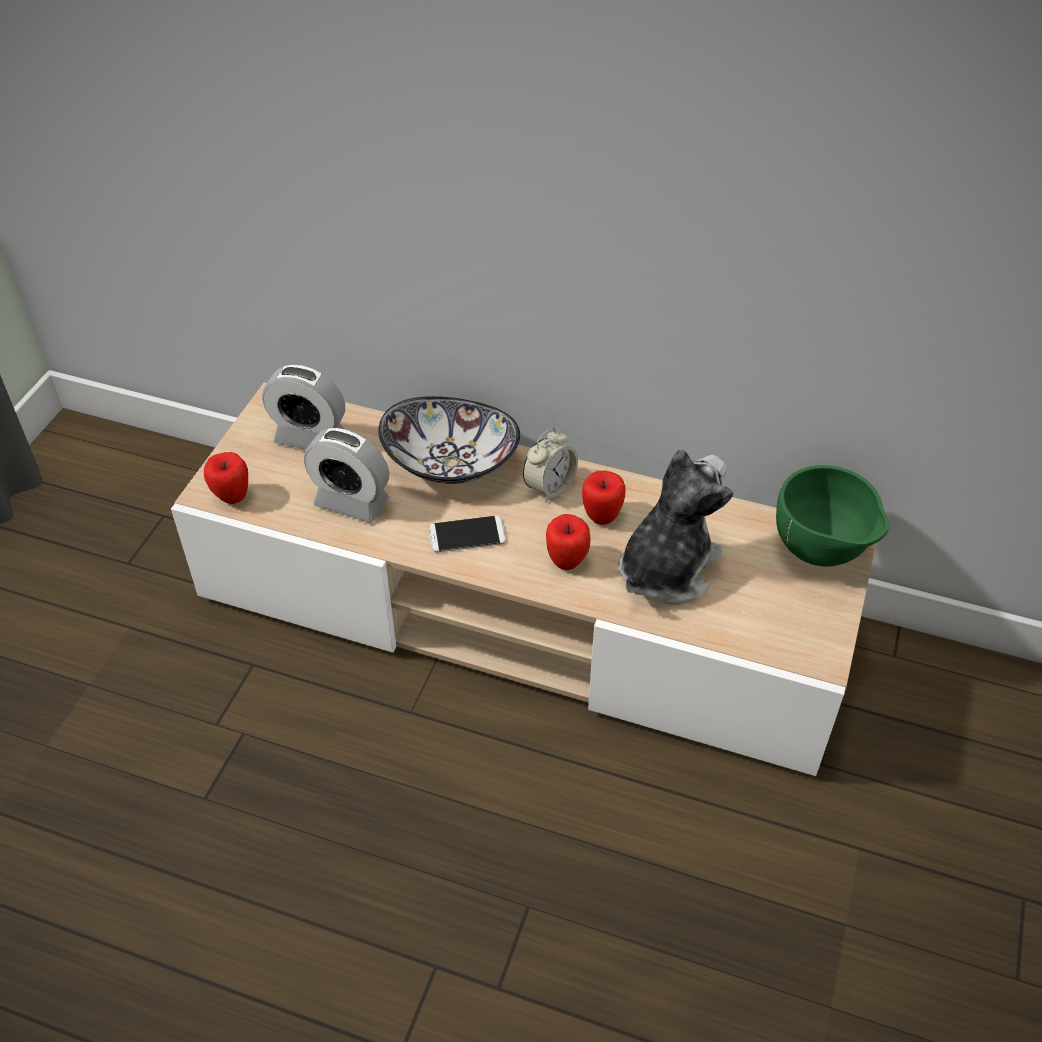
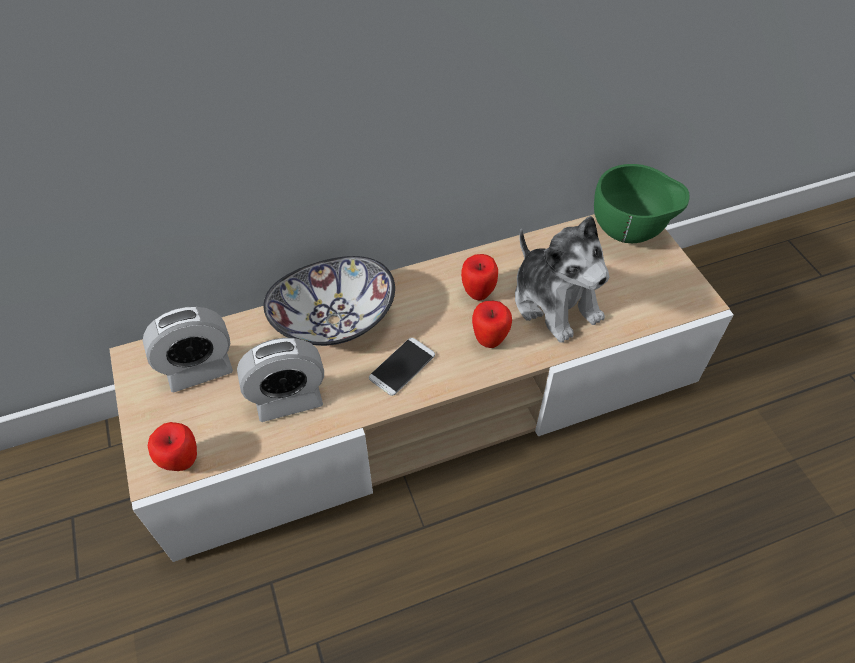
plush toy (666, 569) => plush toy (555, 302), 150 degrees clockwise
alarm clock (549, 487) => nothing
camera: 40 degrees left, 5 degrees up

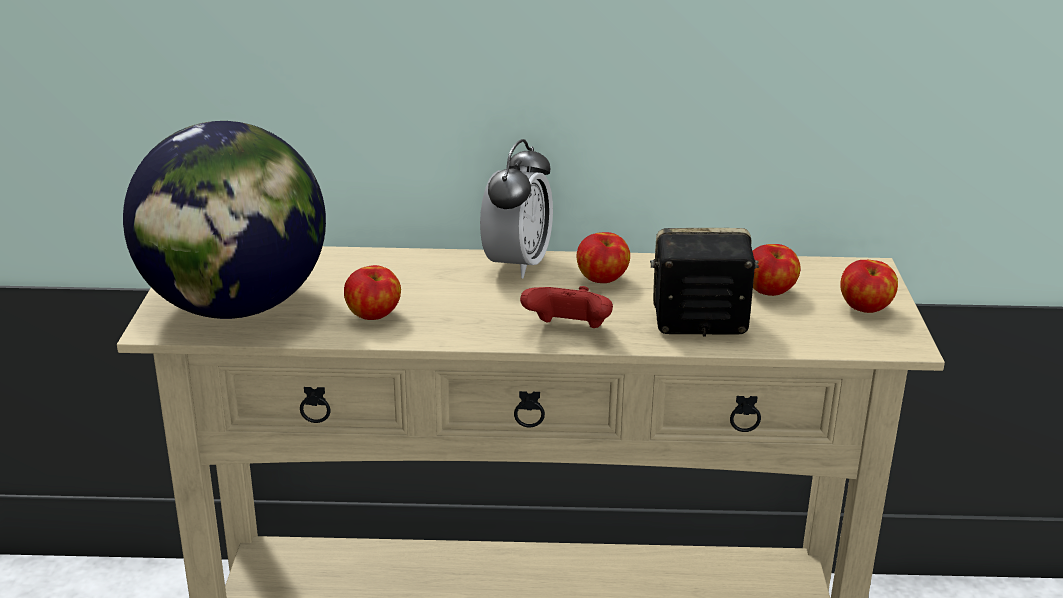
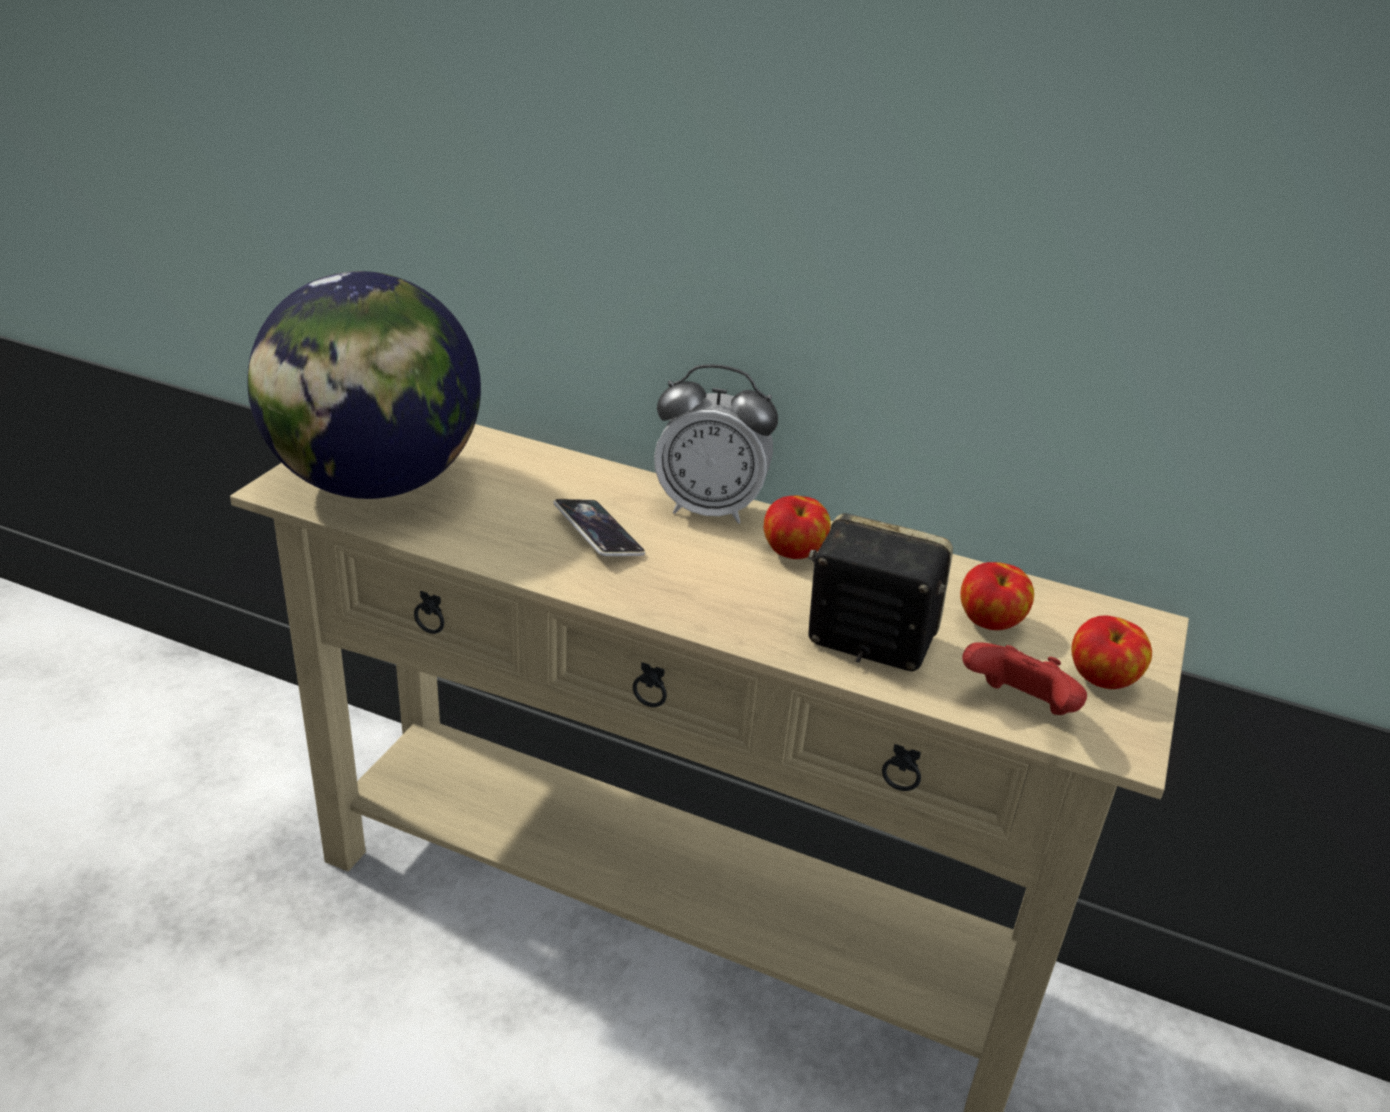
nothing => phone (598, 534)
alarm clock (517, 264) => alarm clock (709, 509), 60 degrees clockwise
game controller (red-coloured) (568, 331) => game controller (red-coloured) (1019, 708), move
apple (374, 316) => nothing
camera: 20 degrees right, 5 degrees up

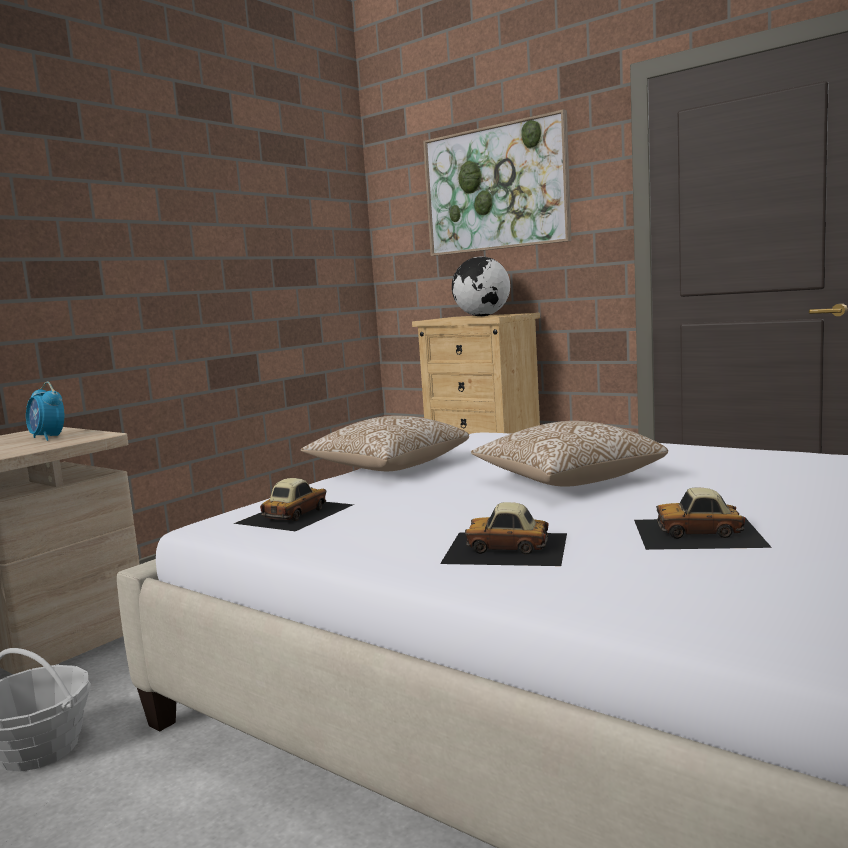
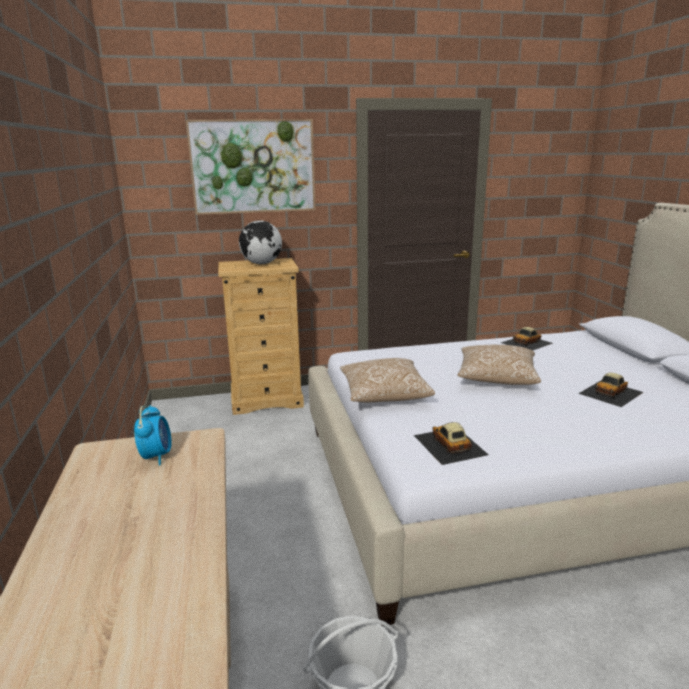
alarm clock (48, 438) => alarm clock (156, 456), 90 degrees counterclockwise
miniature car (506, 548) => miniature car (527, 343), move
camera: 50 degrees left, 10 degrees up

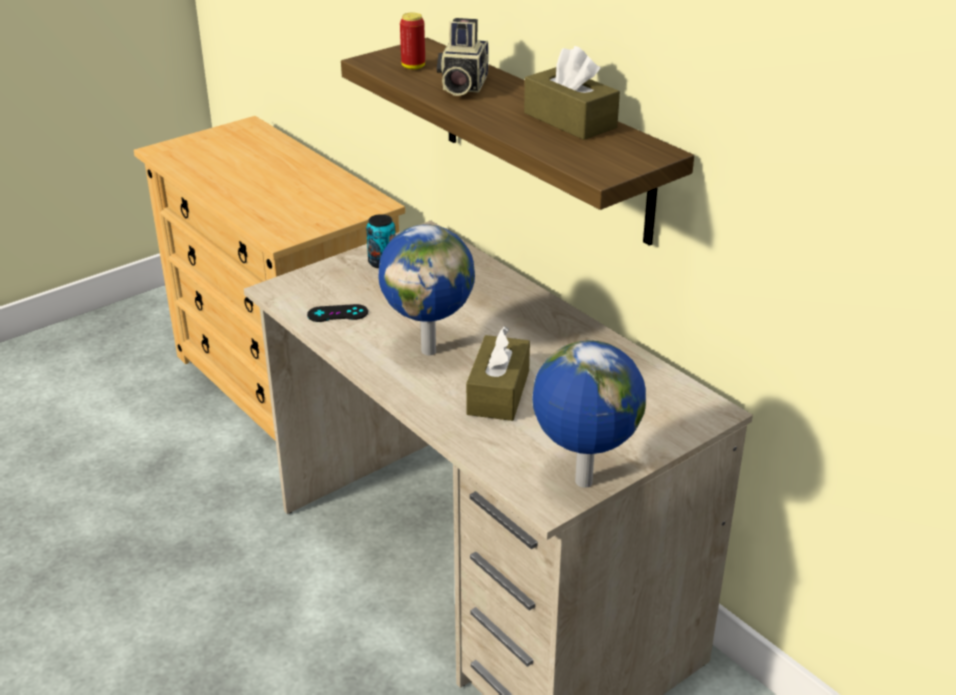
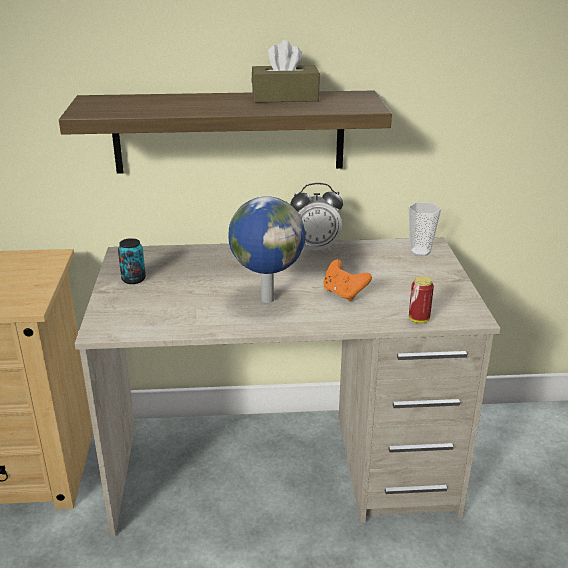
nothing => alarm clock (315, 248)
tissue box (brownish) (498, 392) => game controller (orange-coloured) (344, 293)
nothing => drinking cup (420, 251)
sealed can (413, 67) => sealed can (419, 319), move
game controller (black-coloured) (337, 313) => nothing
photo camera (461, 86) => nothing
globe (582, 483) => nothing
camera: 55 degrees left, 5 degrees down

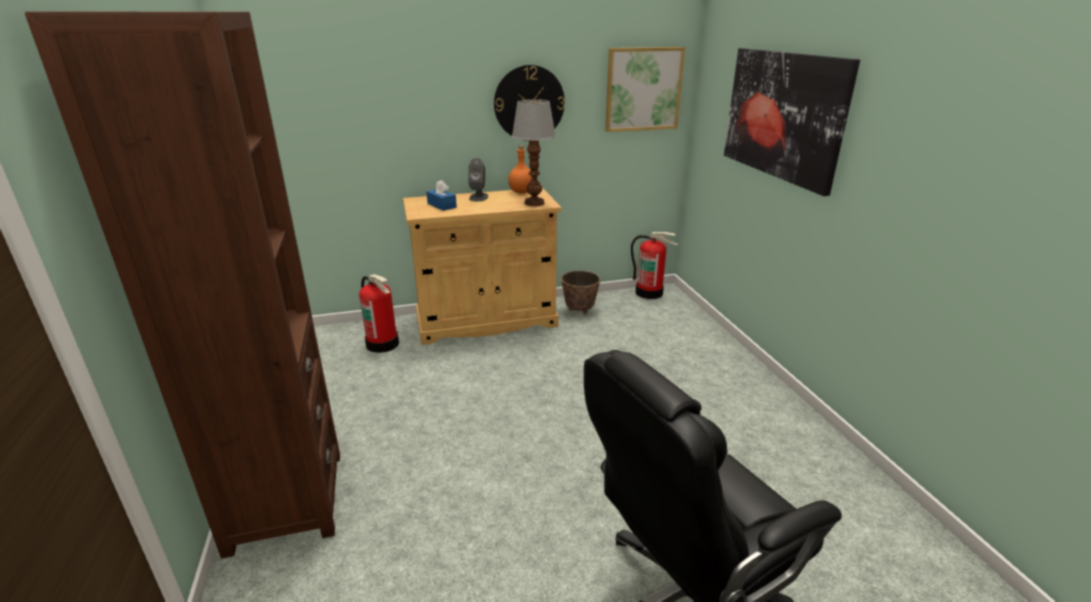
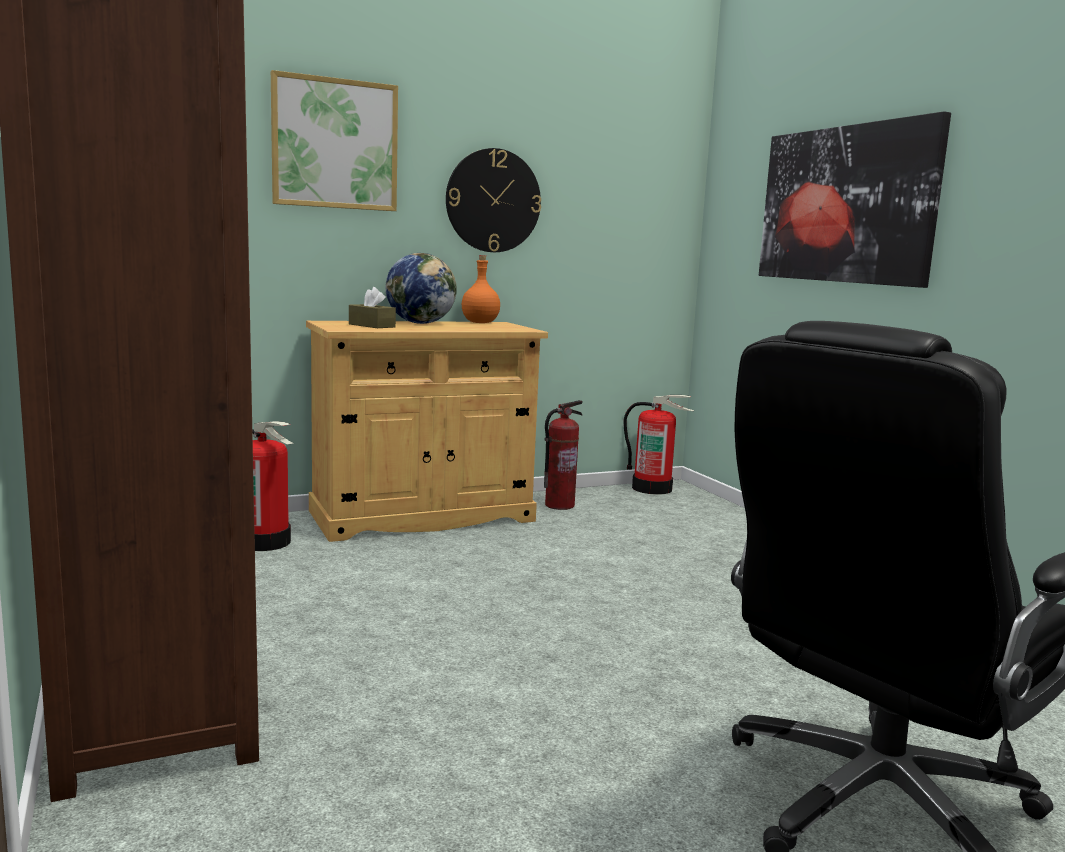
picture (643, 89) => picture (335, 144), move
tissue box (blue-coloured) (442, 205) => tissue box (brownish) (372, 325)
audio speaker (gray) (478, 197) => globe (421, 323)
planter (579, 310) => fire-fighting cylinder (559, 505)
table lamp (534, 203) => nothing
camera: 10 degrees left, 15 degrees down

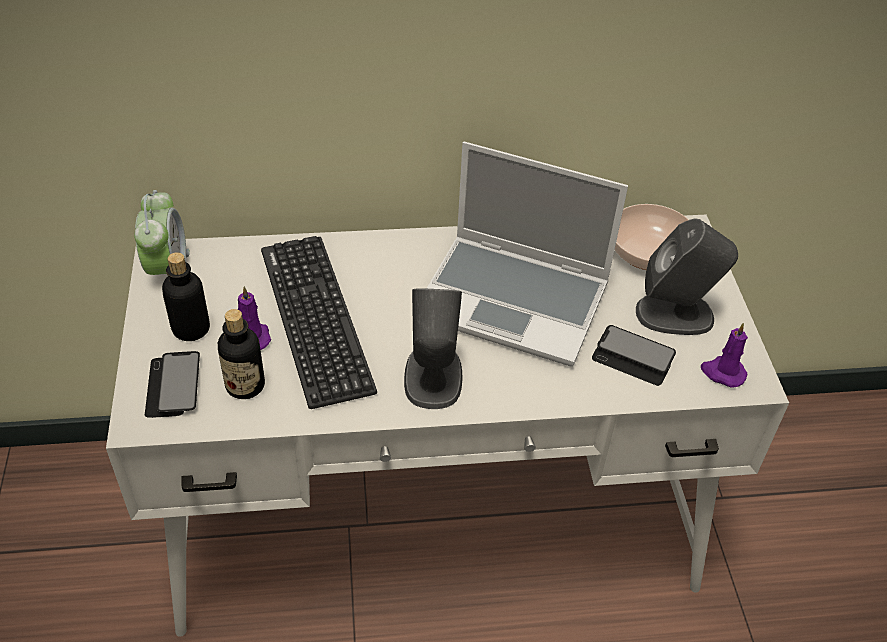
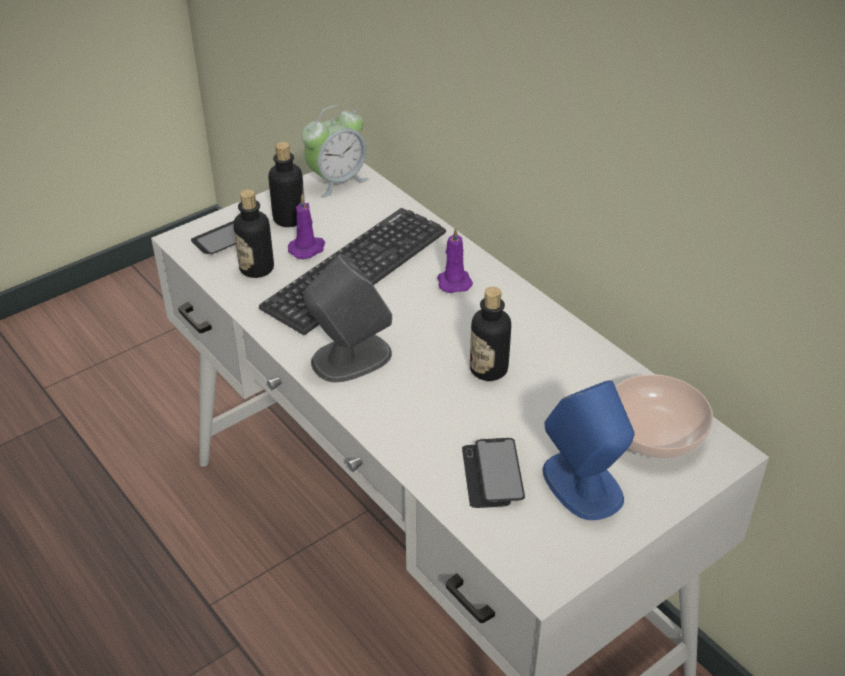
wax light (purple-coloured) (722, 373) => wax light (purple-coloured) (453, 281), move
portable computer (515, 301) => bottle (488, 369)
audio speaker (gray) (676, 314) => audio speaker (blue-coloured) (583, 485)
camera: 60 degrees right, 5 degrees down

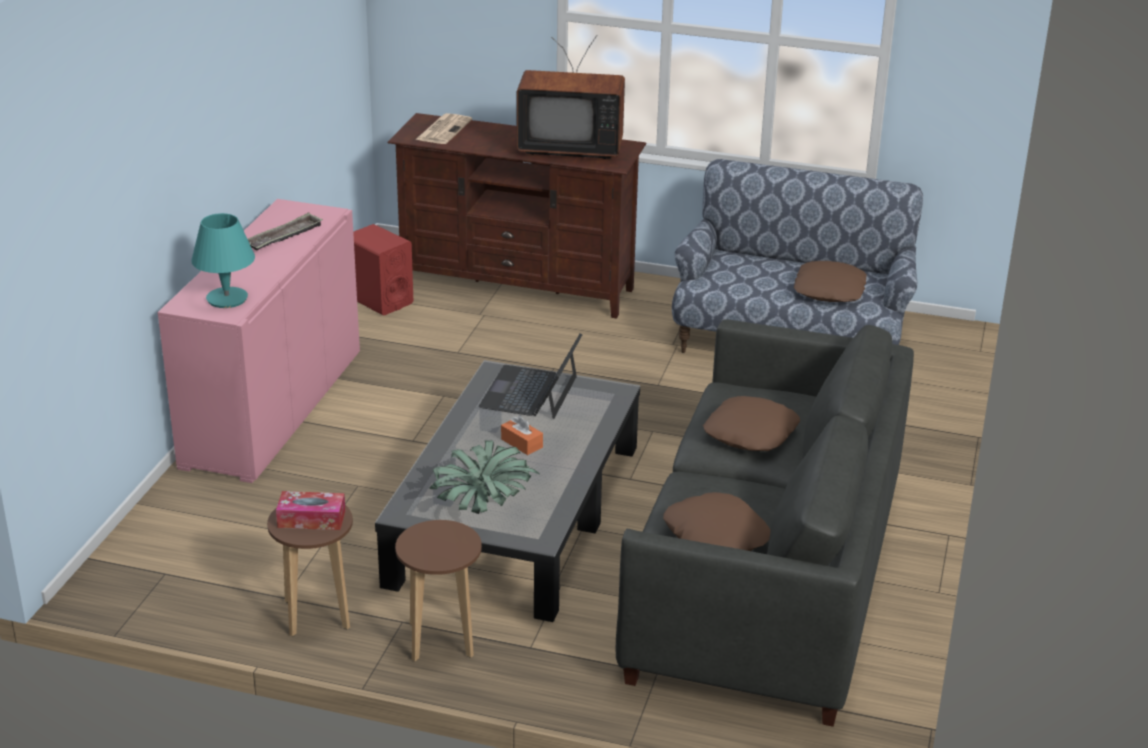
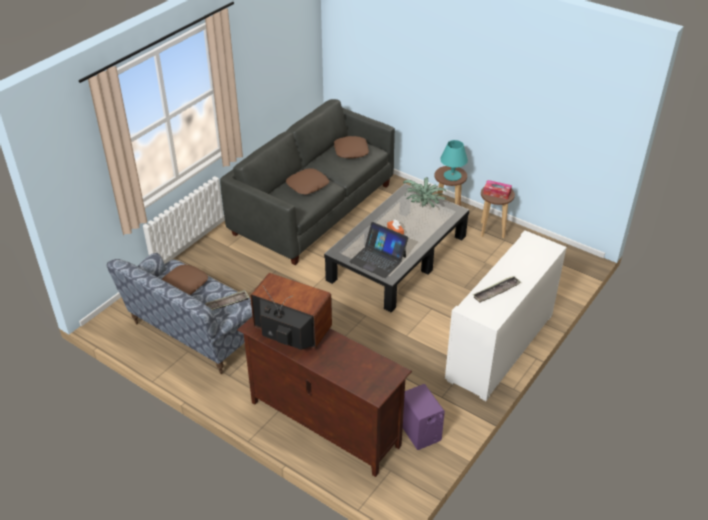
nothing => carrying tray (225, 304)
portable computer (530, 392) => portable computer (378, 259), 90 degrees clockwise
audio speaker (red-coloured) (379, 300) => audio speaker (purple-coloured) (420, 432)
table lamp (turquoise-coloured) (227, 298) => table lamp (turquoise-coloured) (452, 176), move
cabinet (pinkish) (273, 408) => cabinet (white-coloured) (500, 347)
daily paper (443, 129) => nothing
camera: 160 degrees left, 10 degrees up

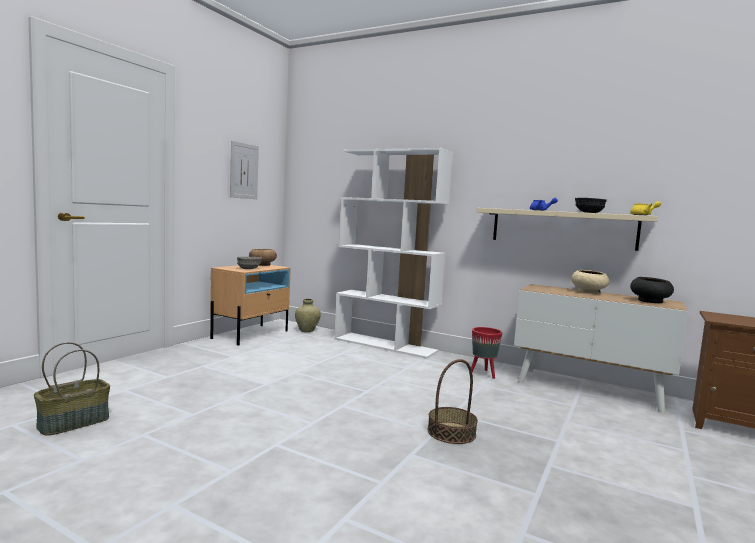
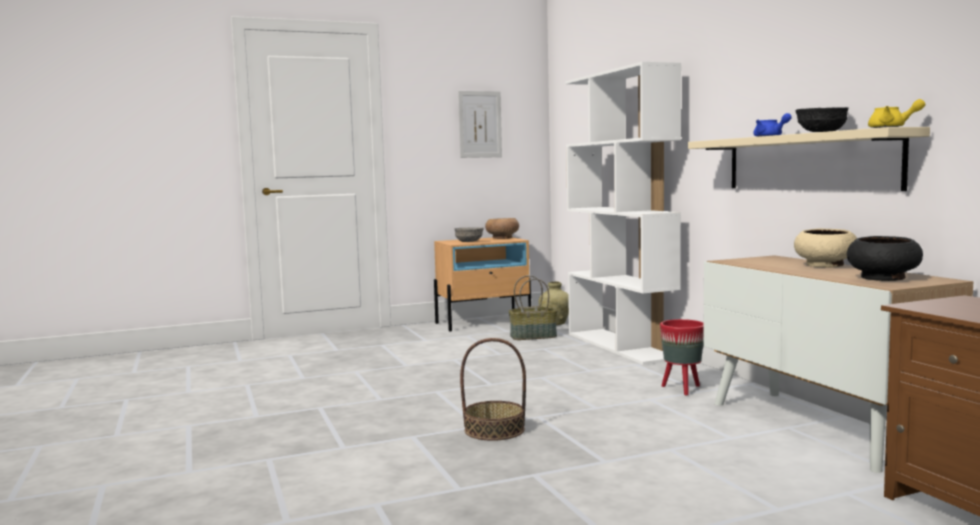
household basket (74, 422) => household basket (533, 336), move
camera: 40 degrees right, 0 degrees up

